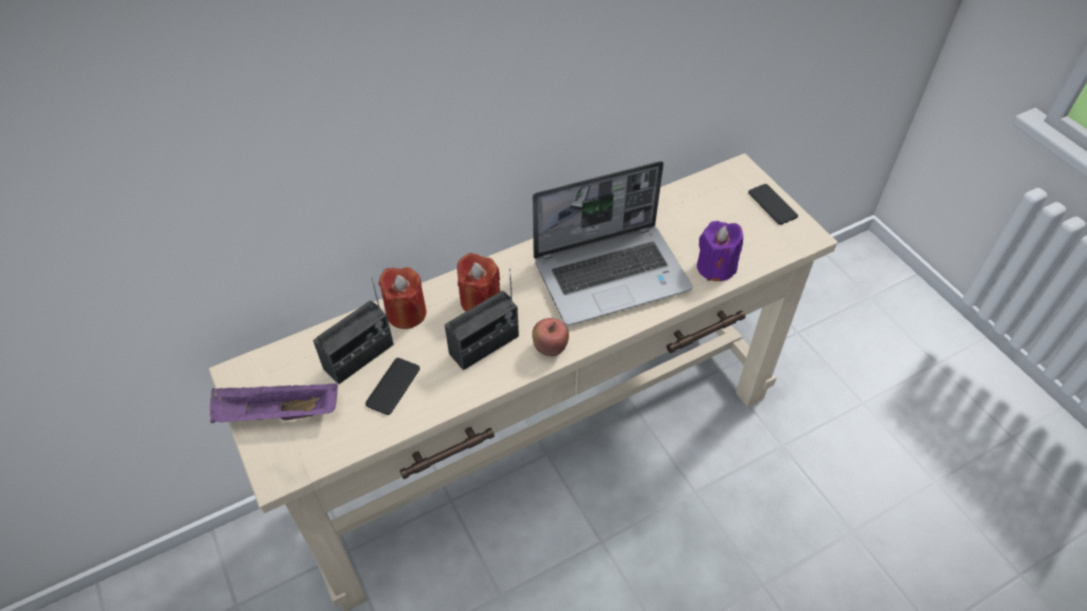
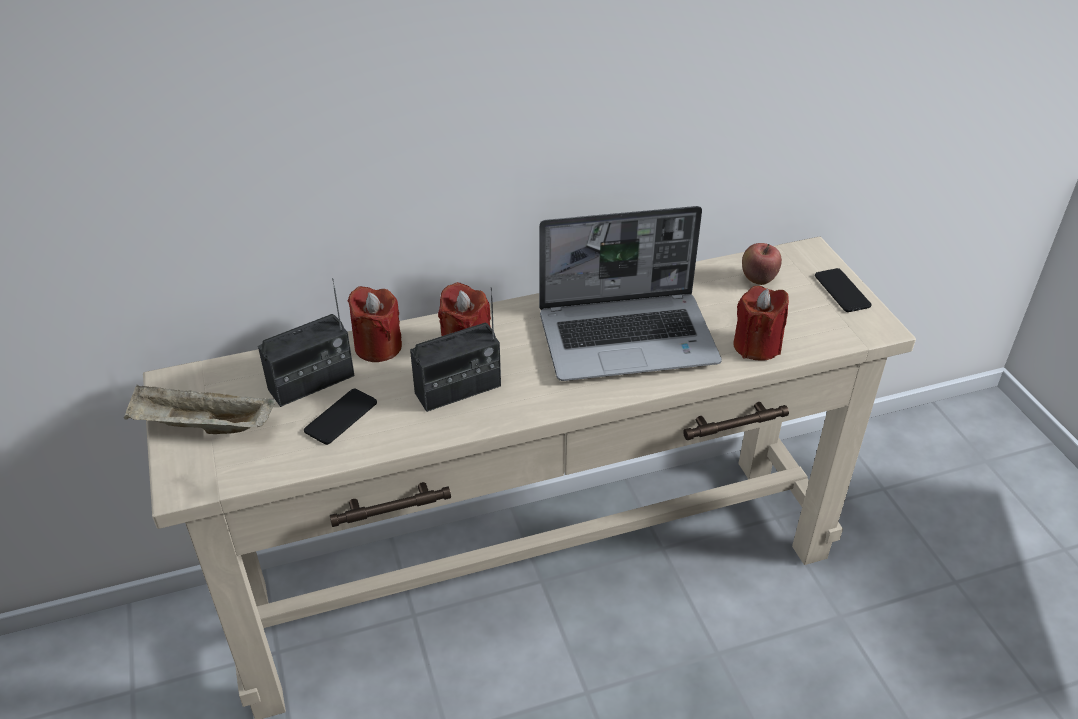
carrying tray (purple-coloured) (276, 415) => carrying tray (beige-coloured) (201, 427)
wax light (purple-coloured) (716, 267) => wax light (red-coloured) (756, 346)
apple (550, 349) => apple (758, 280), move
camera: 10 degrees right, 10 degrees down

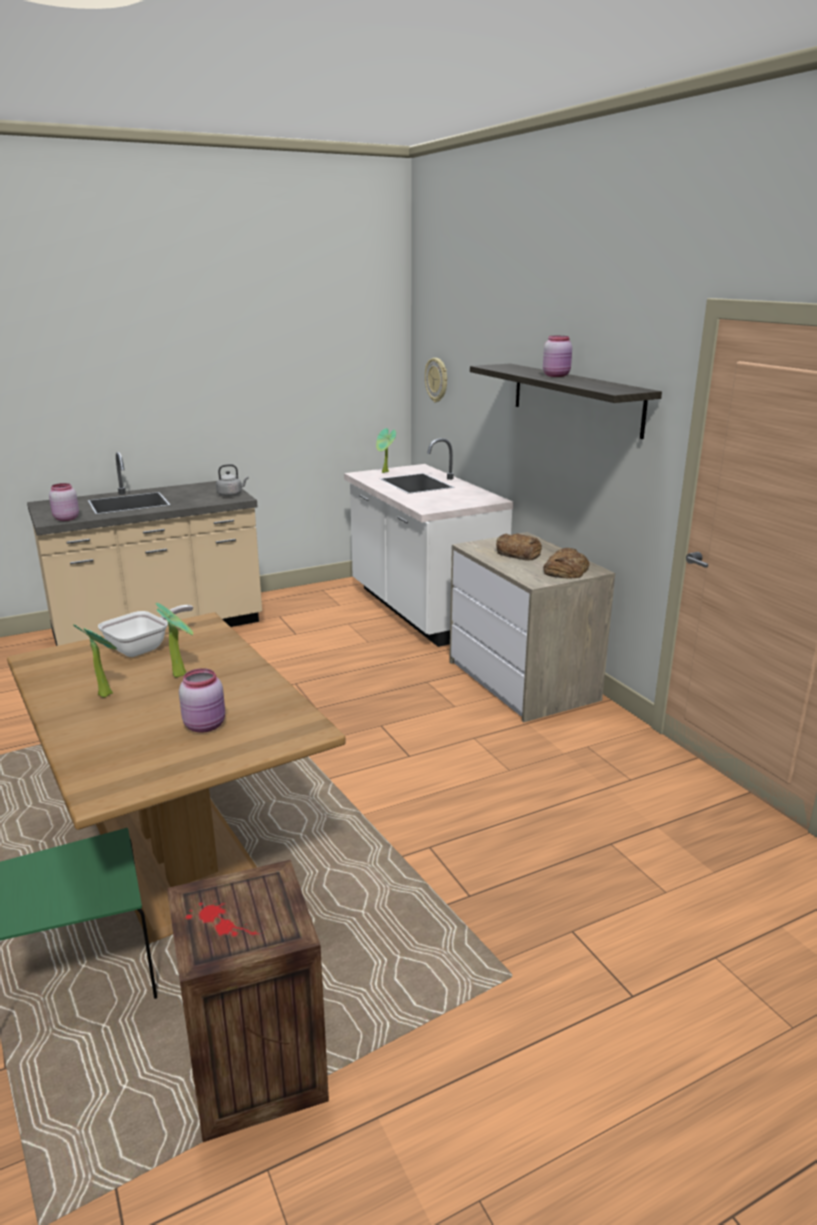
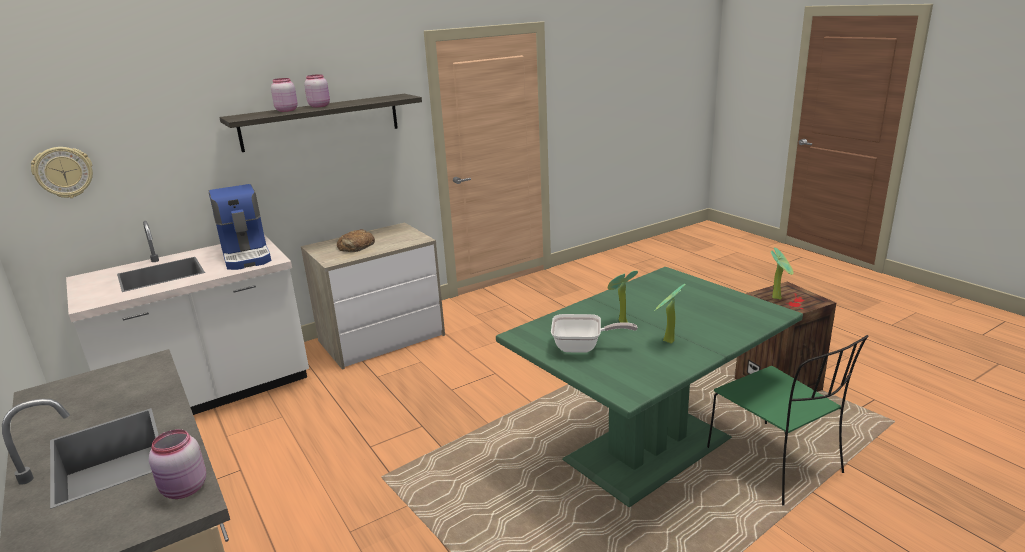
nothing => coffee machine (247, 255)
storage jar (pinkish) (206, 725) => storage jar (pinkish) (286, 110), move
dining table (brownish) (182, 855) => dining table (greenish) (646, 448)
frying pan (143, 648) => frying pan (583, 347), 150 degrees clockwise
plant in a pot (385, 472) => plant in a pot (778, 297), move
water kettle (gray) (231, 494) => nothing
bread (565, 570) => nothing
camera: 95 degrees left, 0 degrees up

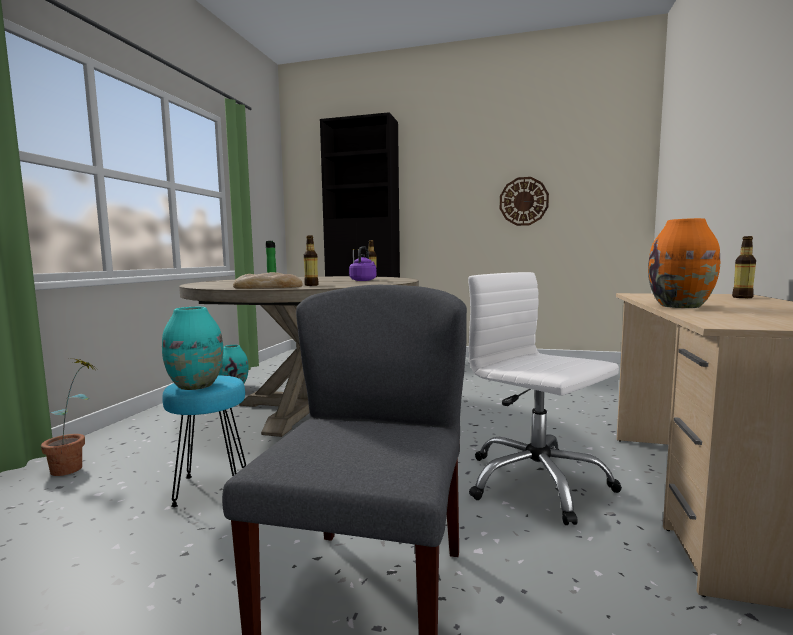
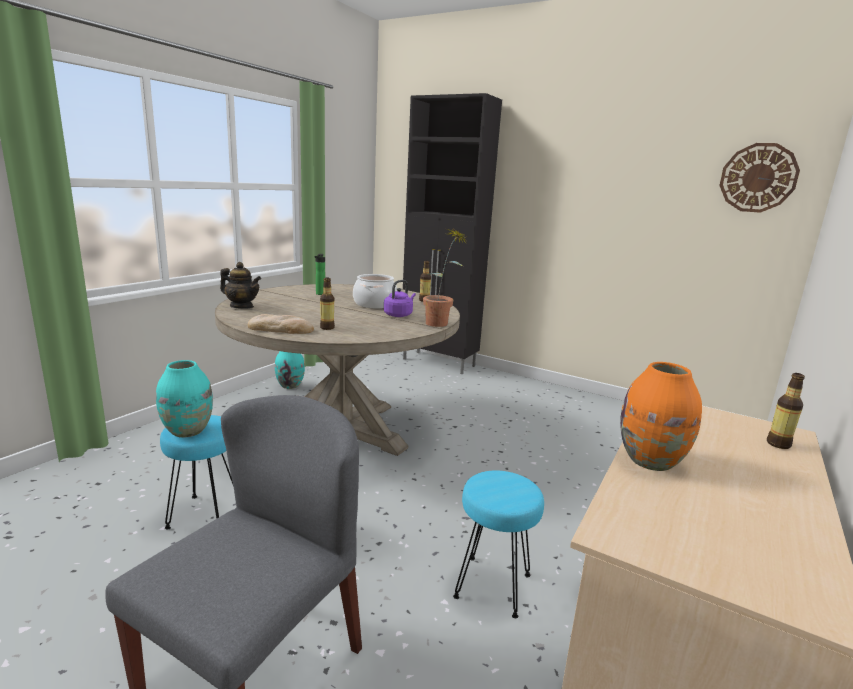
nothing => pot for tea (242, 306)
nothing => stockpot (375, 304)
plant in a pot (76, 466) => plant in a pot (441, 322), move
office chair (white-coloured) (536, 483) => stool (turquoise-coloured) (493, 585)
wall clock (523, 201) => wall clock (758, 178), move
camera: 15 degrees right, 10 degrees up

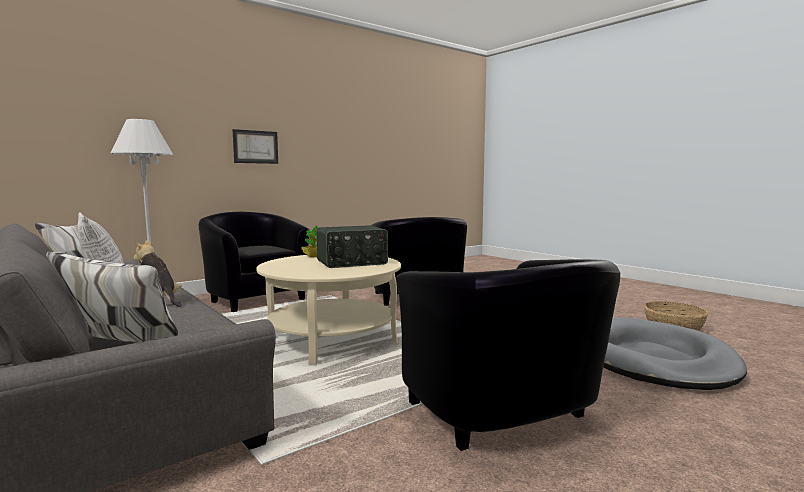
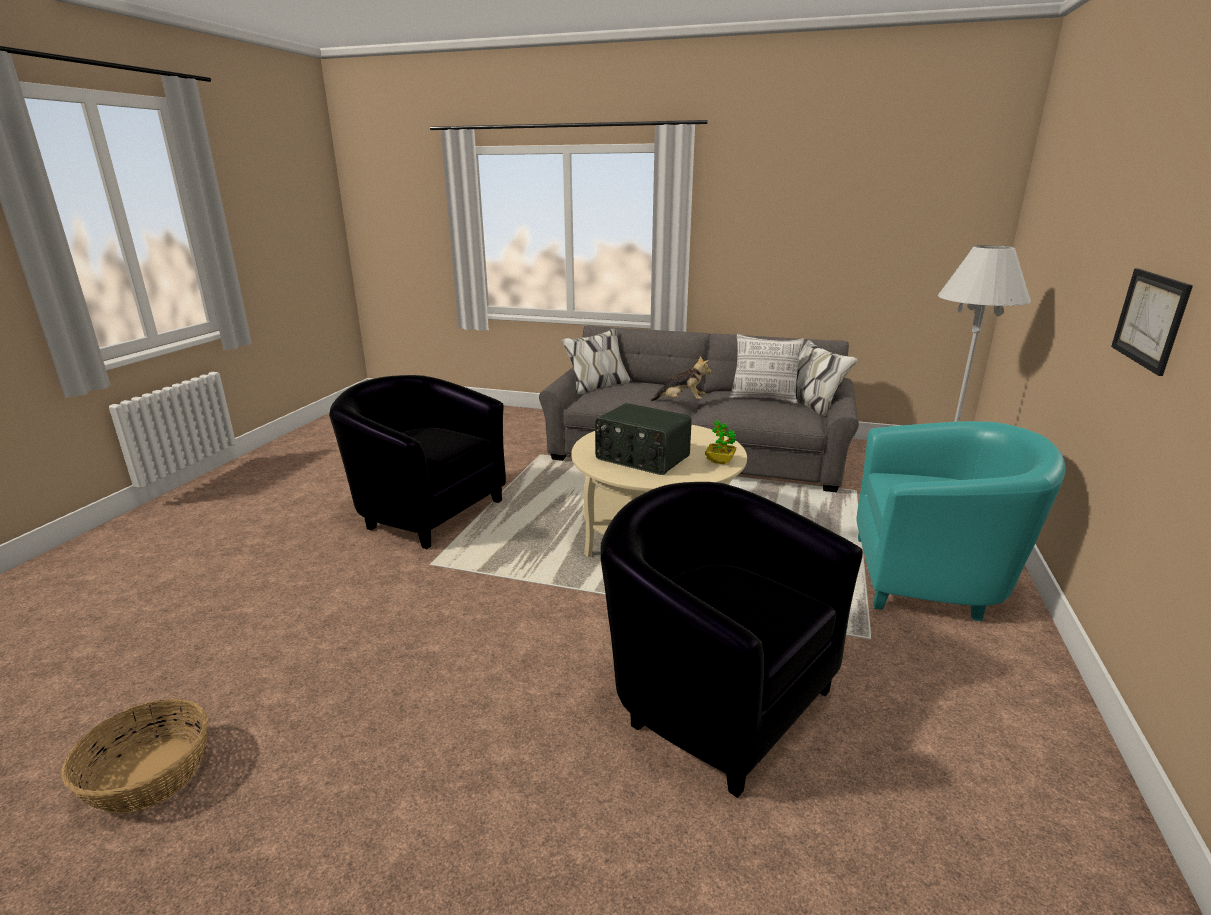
radio (352, 263) => radio (641, 458), 90 degrees counterclockwise
armchair (black-coloured) (254, 298) => armchair (turquoise-coloured) (932, 578)
dog cushion (gray) (653, 360) => nothing
camera: 145 degrees right, 15 degrees up

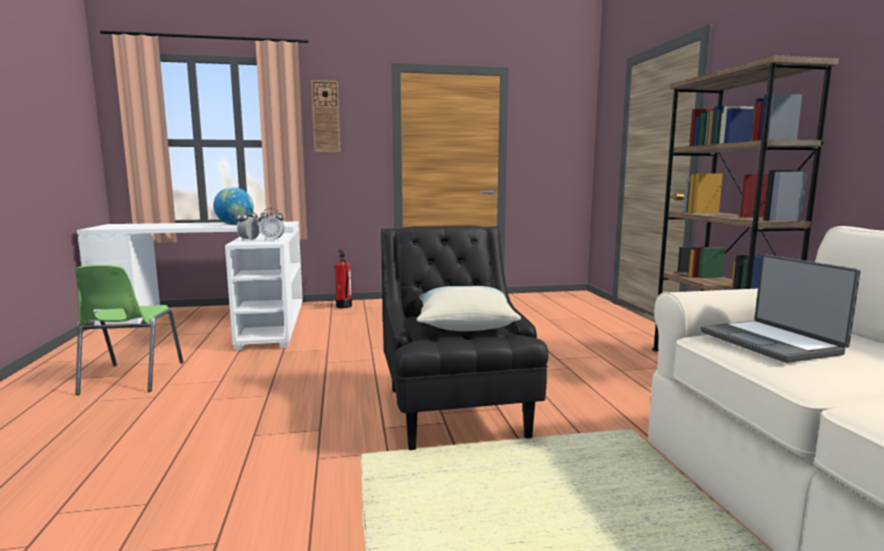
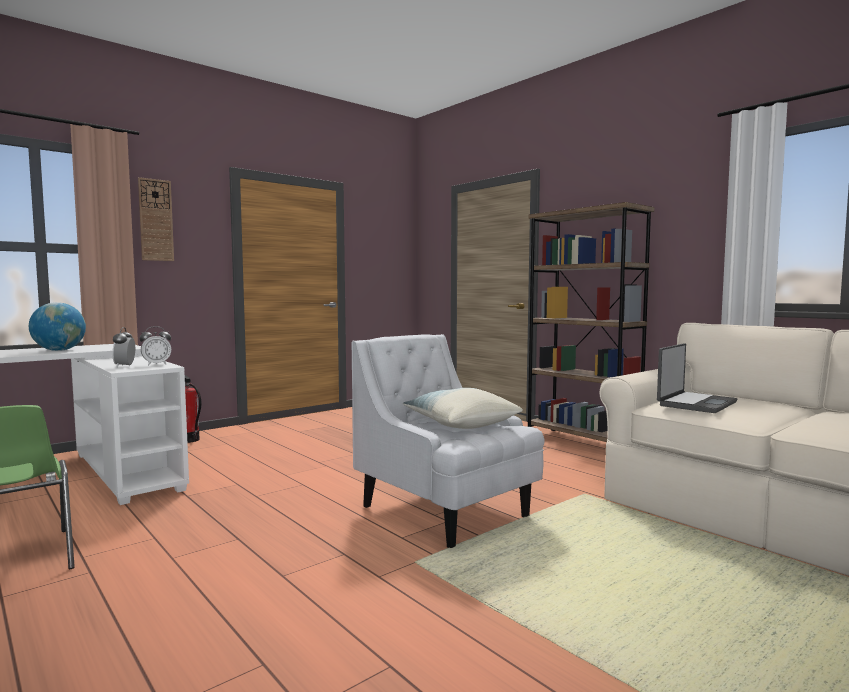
armchair (black-coloured) (455, 413) => armchair (white-coloured) (446, 512)
portable computer (771, 342) => portable computer (695, 404), 90 degrees counterclockwise
camera: 30 degrees left, 5 degrees down

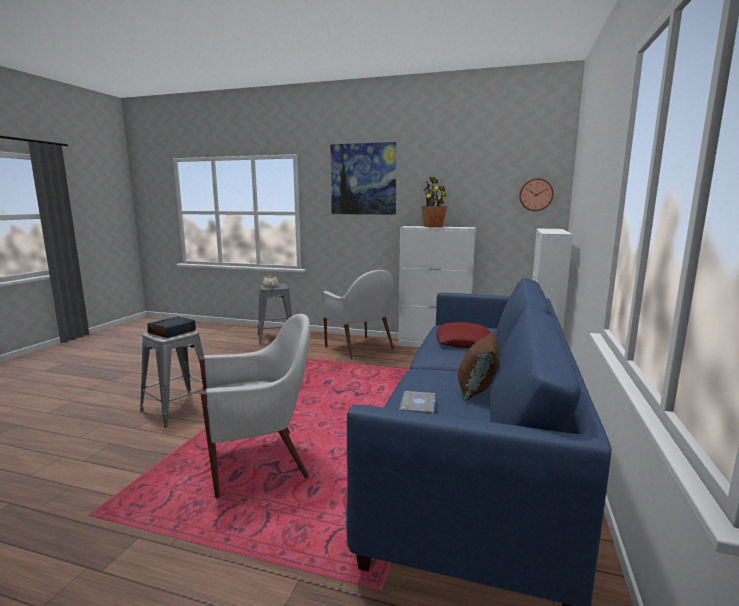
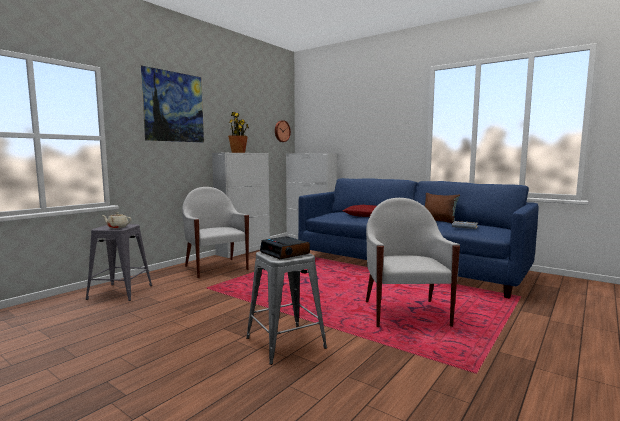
armchair (white-coloured) (360, 348) => armchair (white-coloured) (216, 268), 105 degrees counterclockwise
camera: 70 degrees left, 5 degrees down

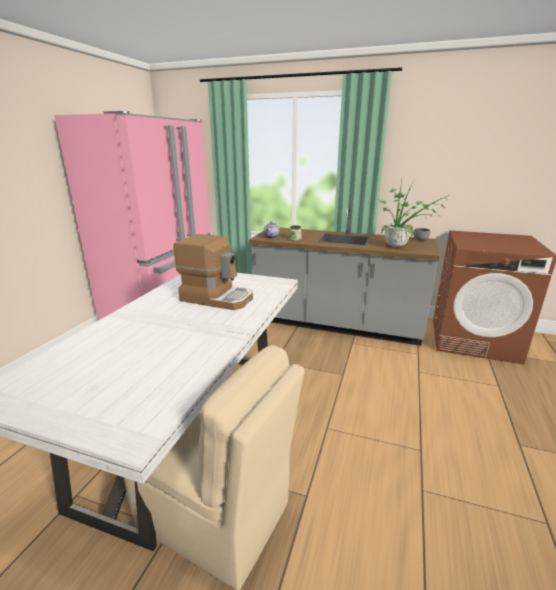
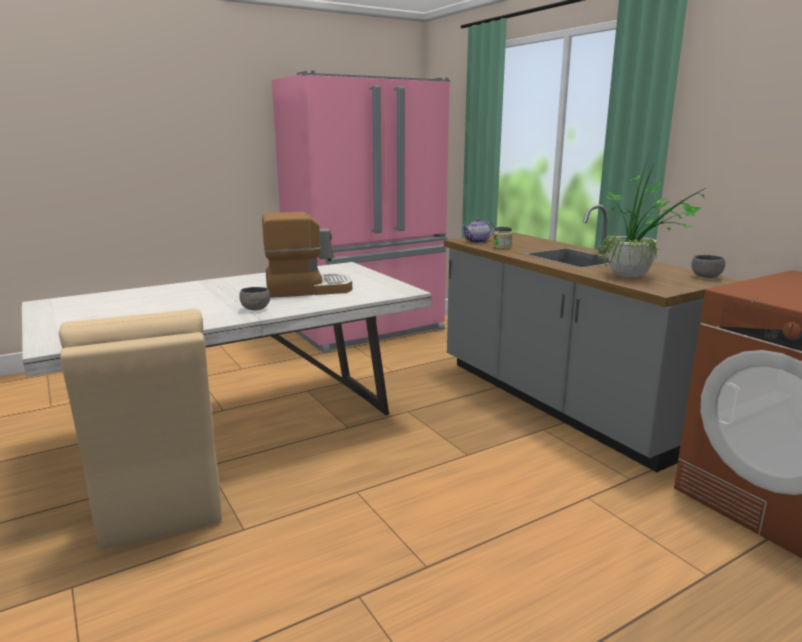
nothing => bowl (gray) (256, 308)
coffee machine (217, 298) => coffee machine (307, 289), 75 degrees counterclockwise
camera: 40 degrees right, 5 degrees down

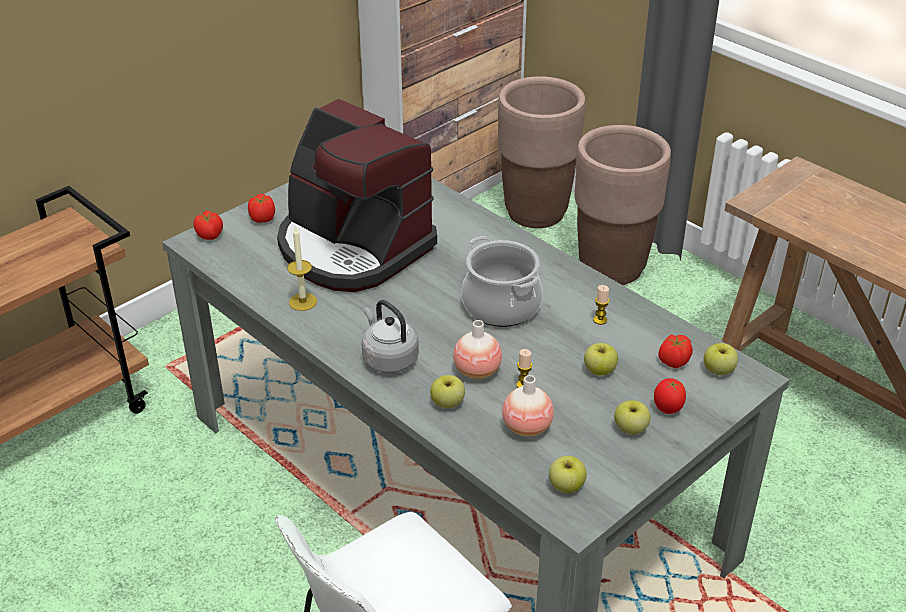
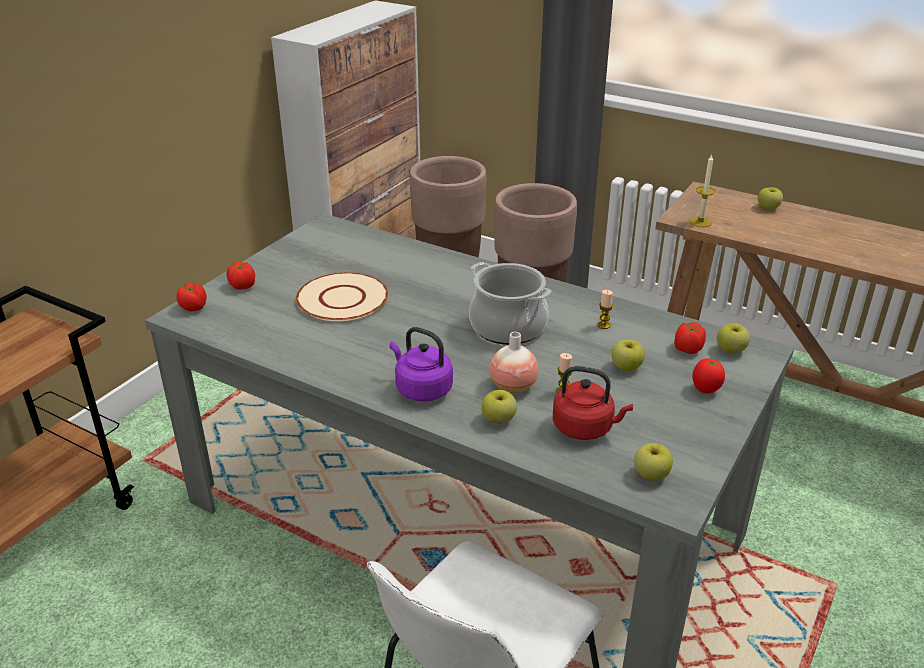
coffee machine (353, 248) => plate (beige-coloured) (343, 298)
water kettle (gray) (388, 358) => water kettle (purple-coloured) (421, 389)
decorative vase (527, 427) => water kettle (red-coloured) (585, 428)
wax light (303, 302) => wax light (700, 222), move
apple (630, 429) => apple (768, 208), move
camera: 15 degrees left, 5 degrees down

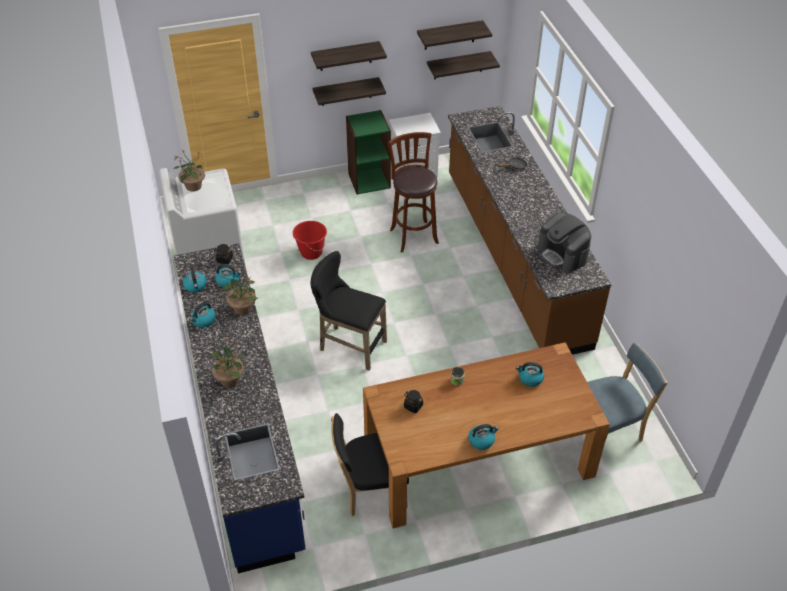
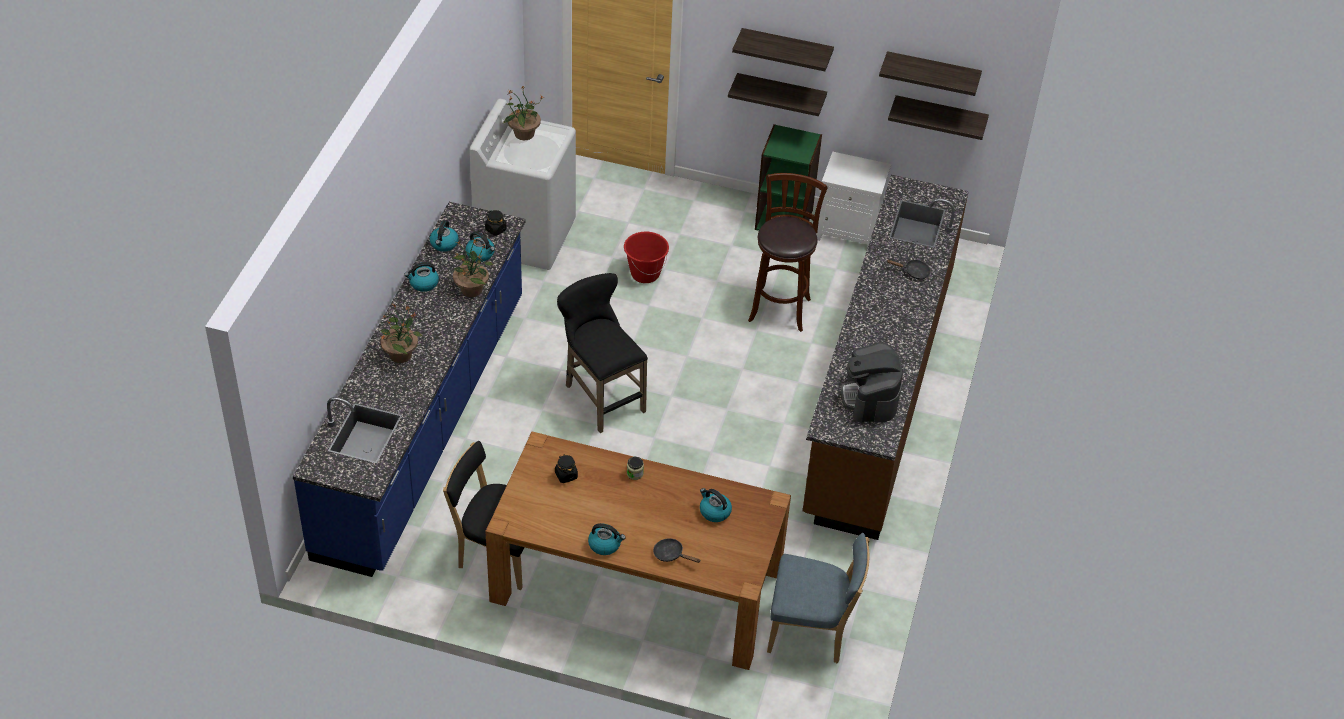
nothing => frying pan (black-coloured) (671, 554)
camera: 30 degrees right, 0 degrees up

